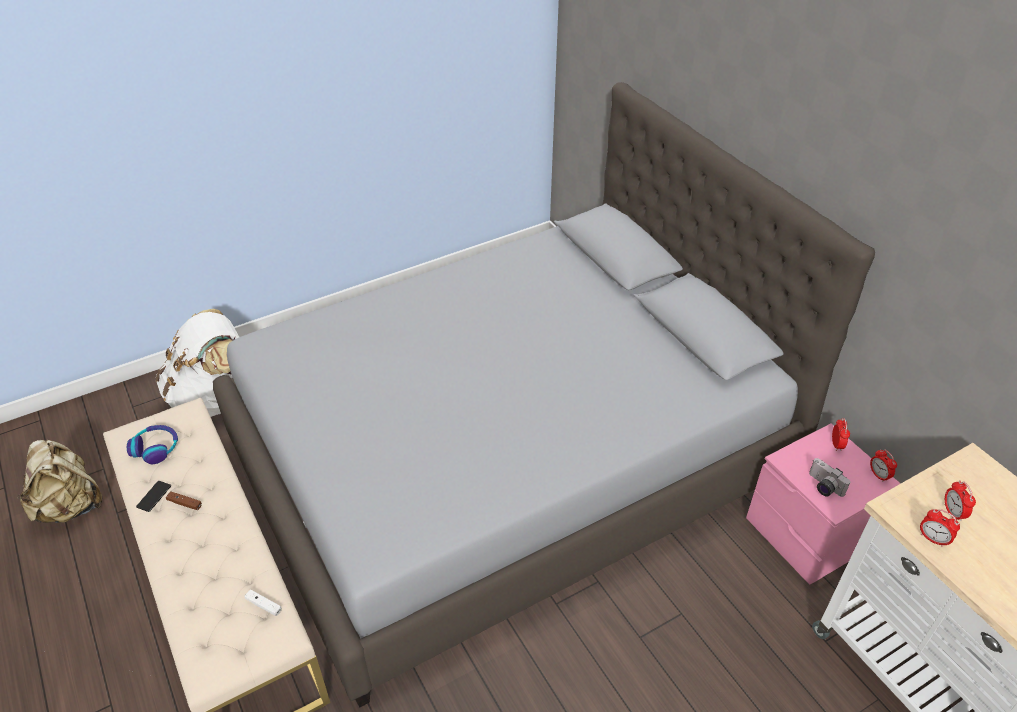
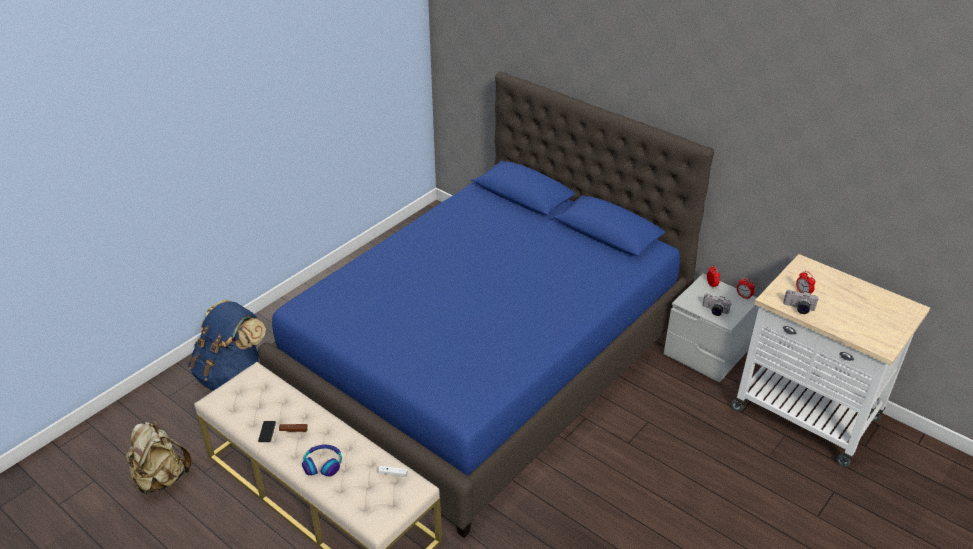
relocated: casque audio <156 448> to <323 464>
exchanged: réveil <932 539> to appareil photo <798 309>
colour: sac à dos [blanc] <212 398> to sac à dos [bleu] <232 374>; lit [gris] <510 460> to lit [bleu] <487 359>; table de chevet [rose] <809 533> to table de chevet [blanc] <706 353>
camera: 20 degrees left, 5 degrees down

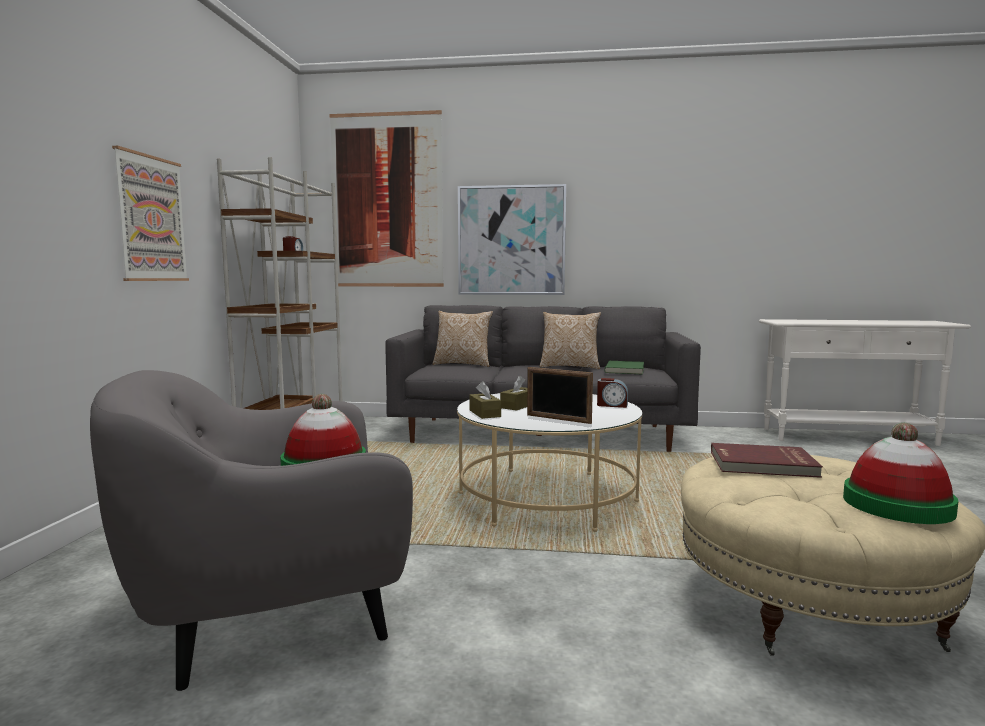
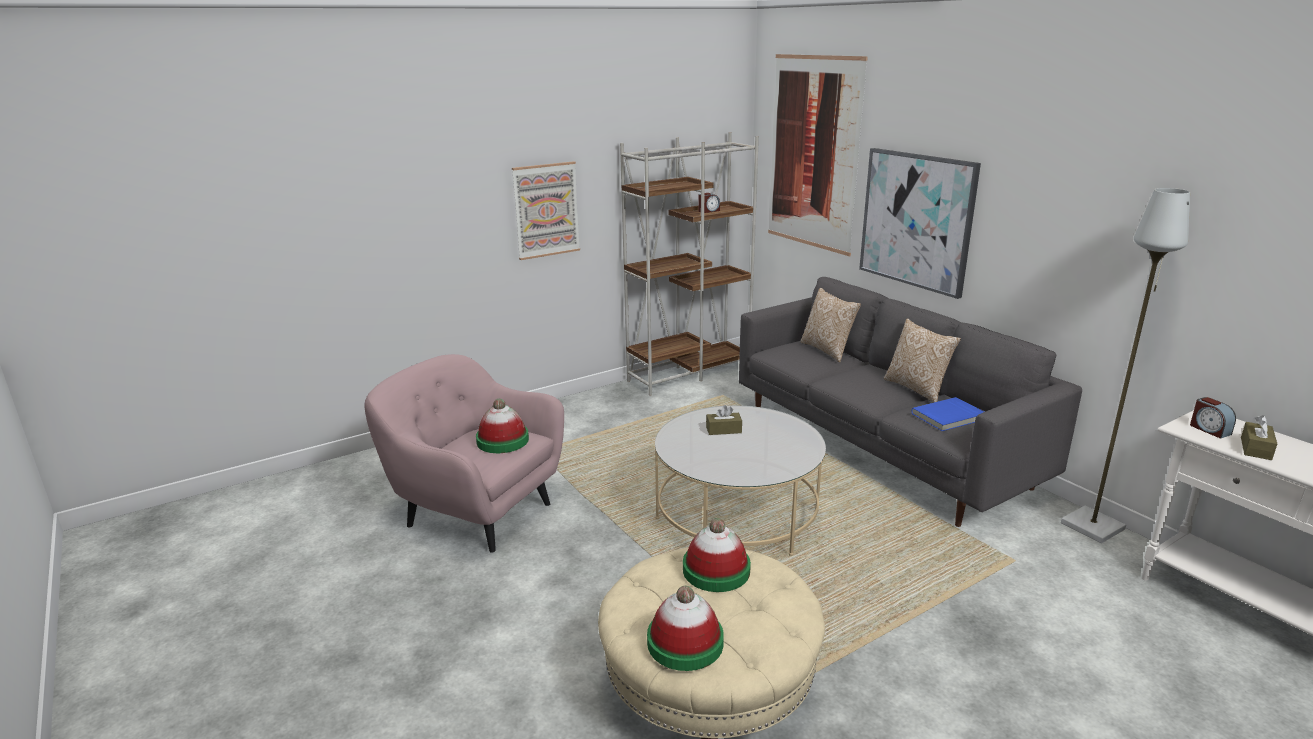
missing: cadre photo <558 419>
appeared: lampadaire [gris] <1093 526>
relocated: boîte à mouchoirs [marron] <484 413> to <1256 448>; réveil <612 405> to <1209 429>
exchanged: livre [rouge] <763 464> to chapeau <716 570>
colour: fauteuil [gris] <271 617> to fauteuil [rose] <475 512>; livre [vert] <626 370> to livre [bleu] <949 417>
camera: 50 degrees right, 15 degrees up

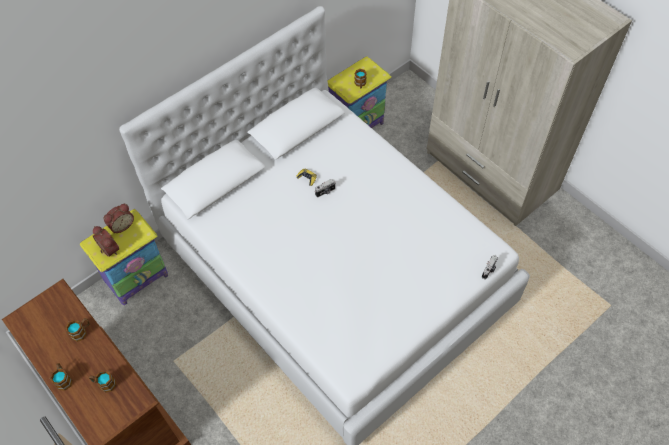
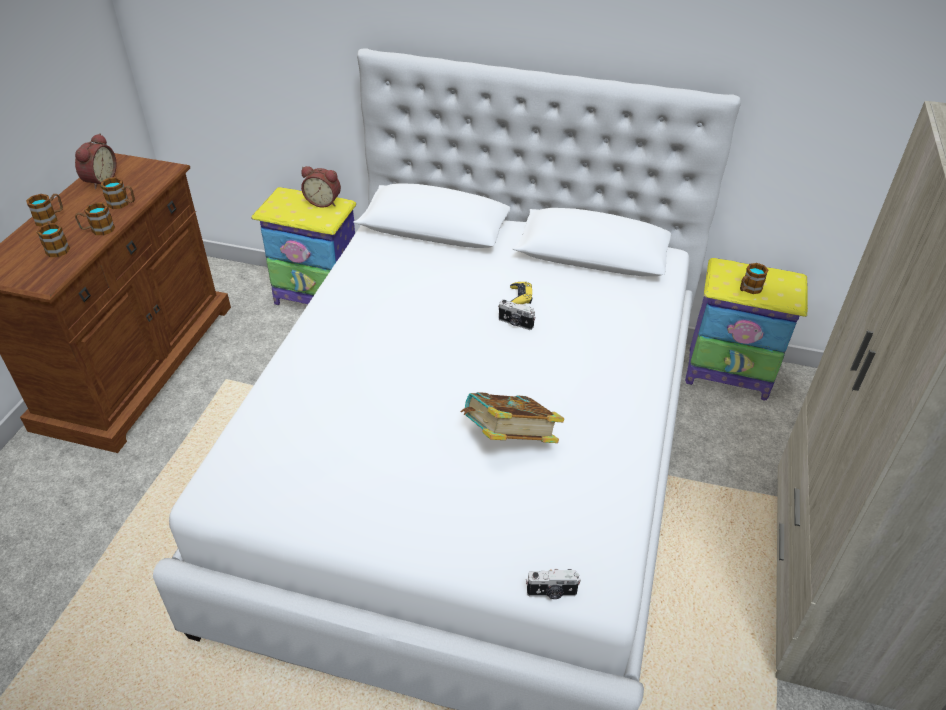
appeared: mug <98 230>; livre <509 440>
relocated: réveil <108 250> to <99 180>
camera: 55 degrees right, 15 degrees down

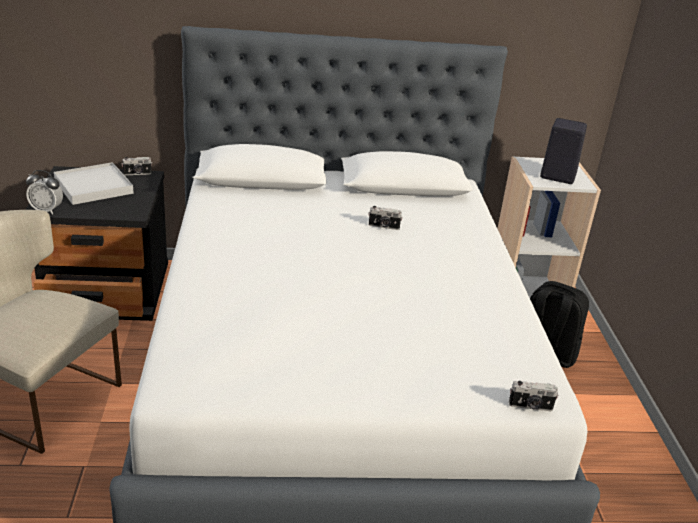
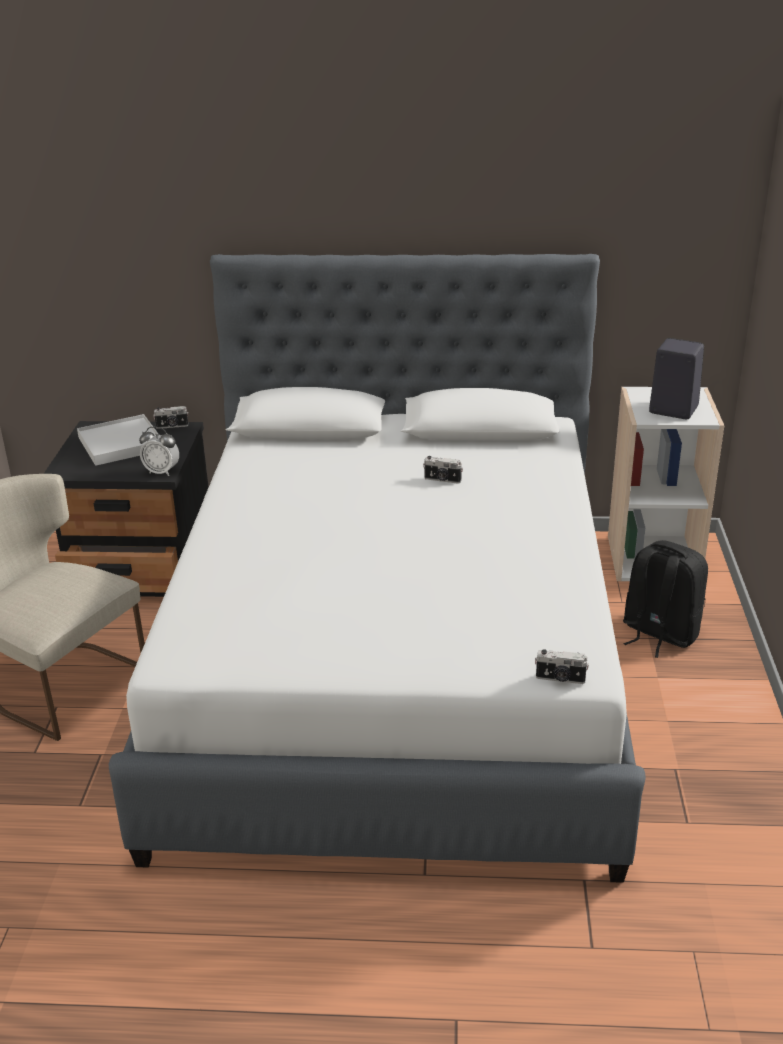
relocated: réveil <46 210> to <162 472>
camera: 10 degrees right, 0 degrees up

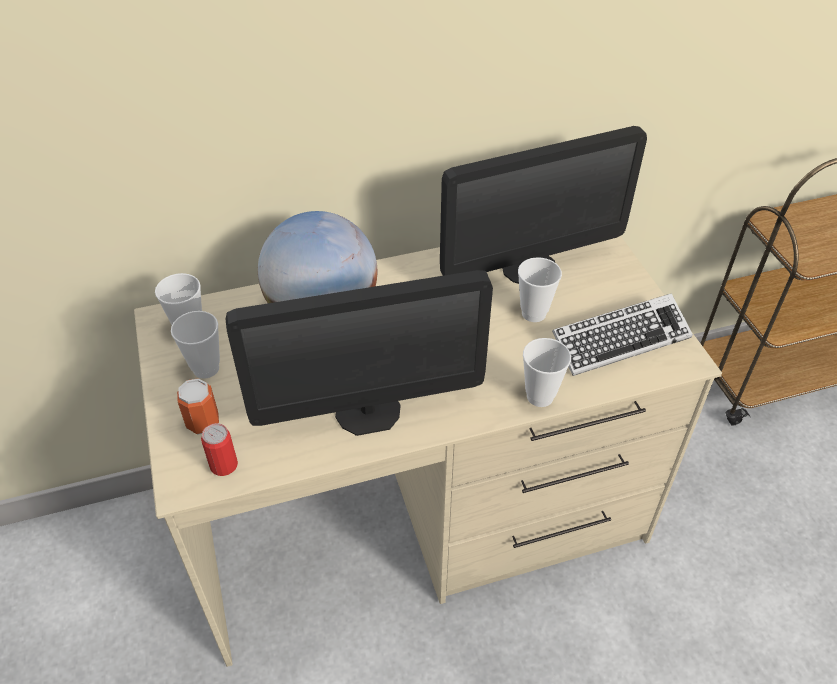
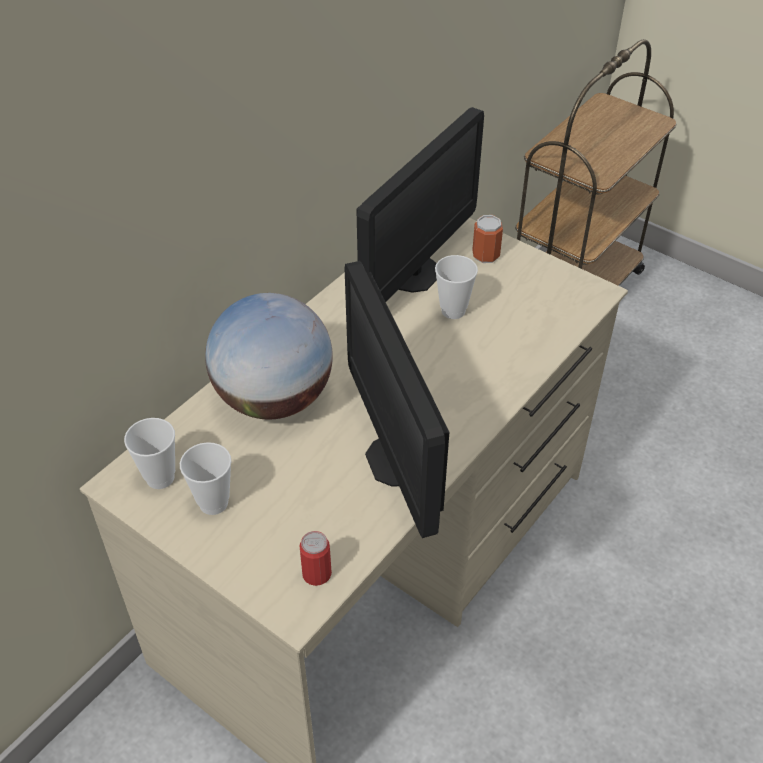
missing: tasse <540 396>; clavier <620 340>
relocated: boîte métallique <203 422> to <485 255>
spun: écran d'ordinateur <368 411> = <396 460> 120 degrees clockwise
camera: 35 degrees left, 0 degrees up

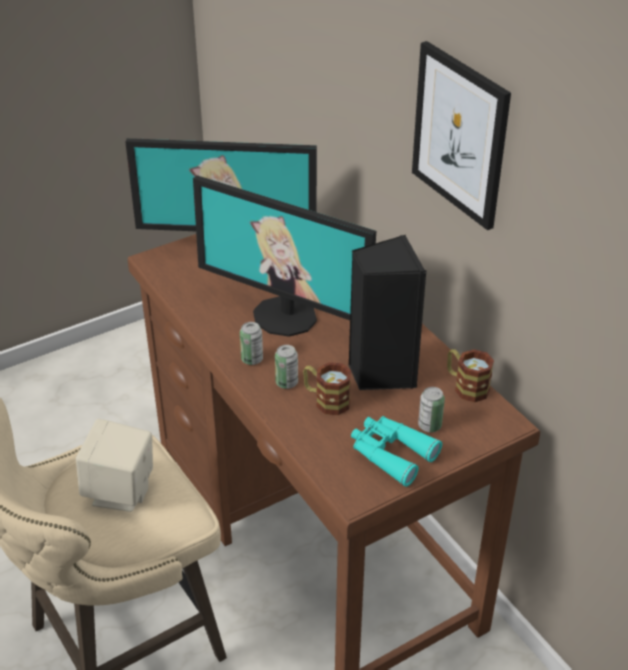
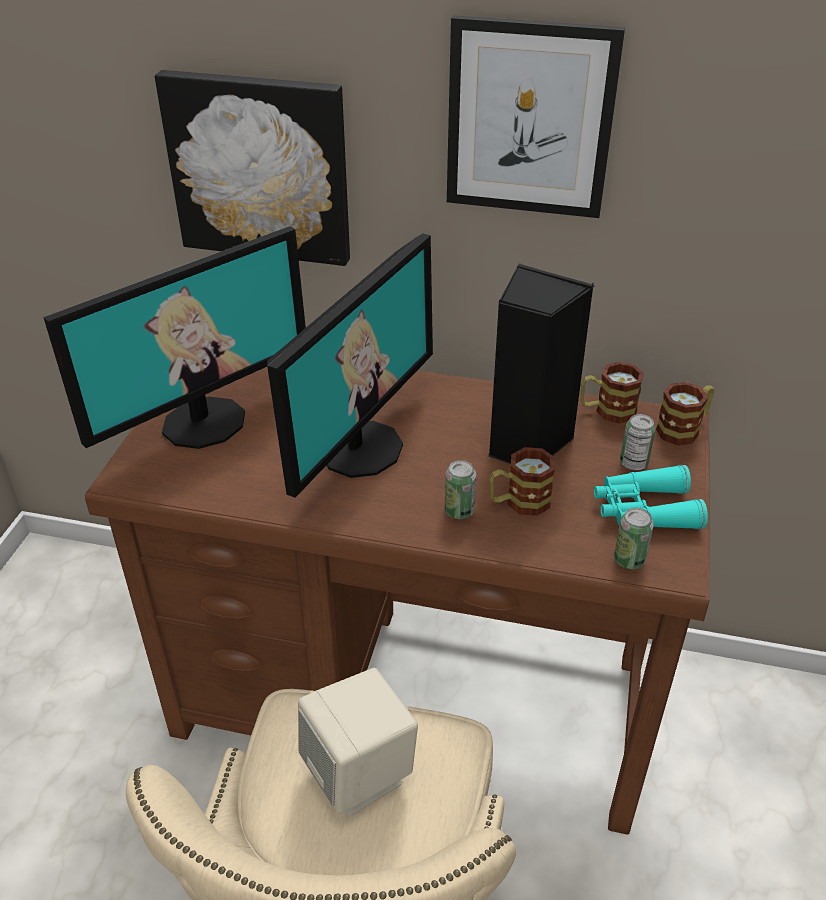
appeared: tableau <260 167>; mug <684 428>
relocated: boîte métallique <252 359> to <629 560>
spun: écran d'ordinateur <286 316> = <360 448> 45 degrees counterclockwise
camera: 45 degrees left, 0 degrees up

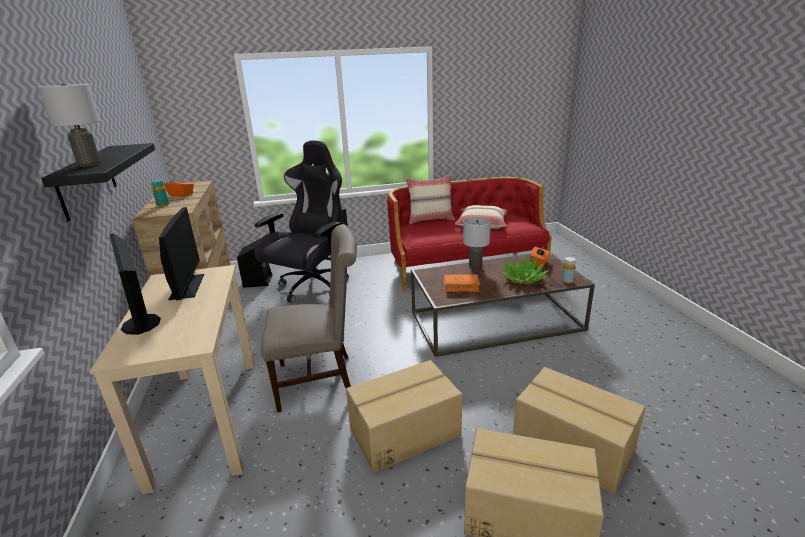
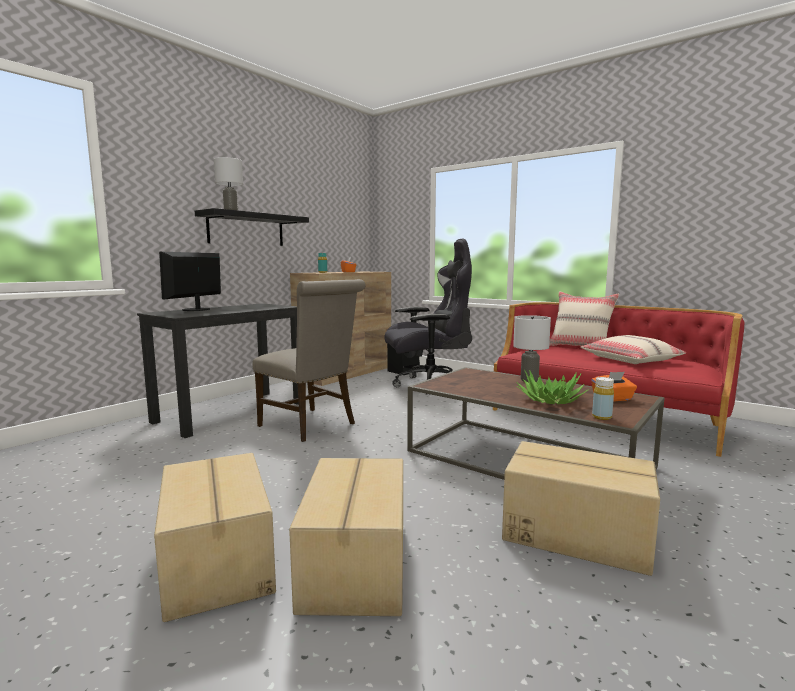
missing: écran d'ordinateur <187 286>; livre [orange] <461 287>
relocated: carton <404 432> to <575 533>
colour: bureau [beige] <208 417> to bureau [noir] <231 412>
camera: 50 degrees right, 15 degrees down

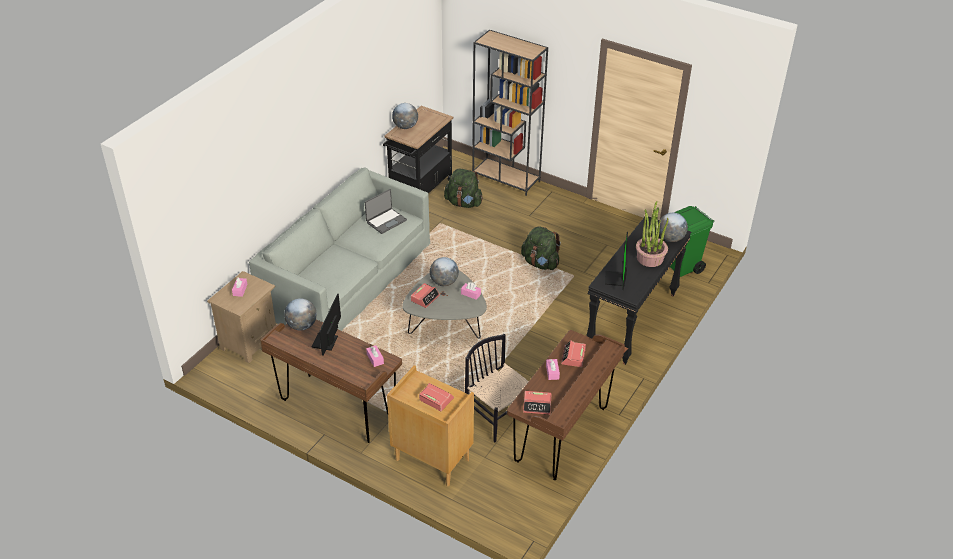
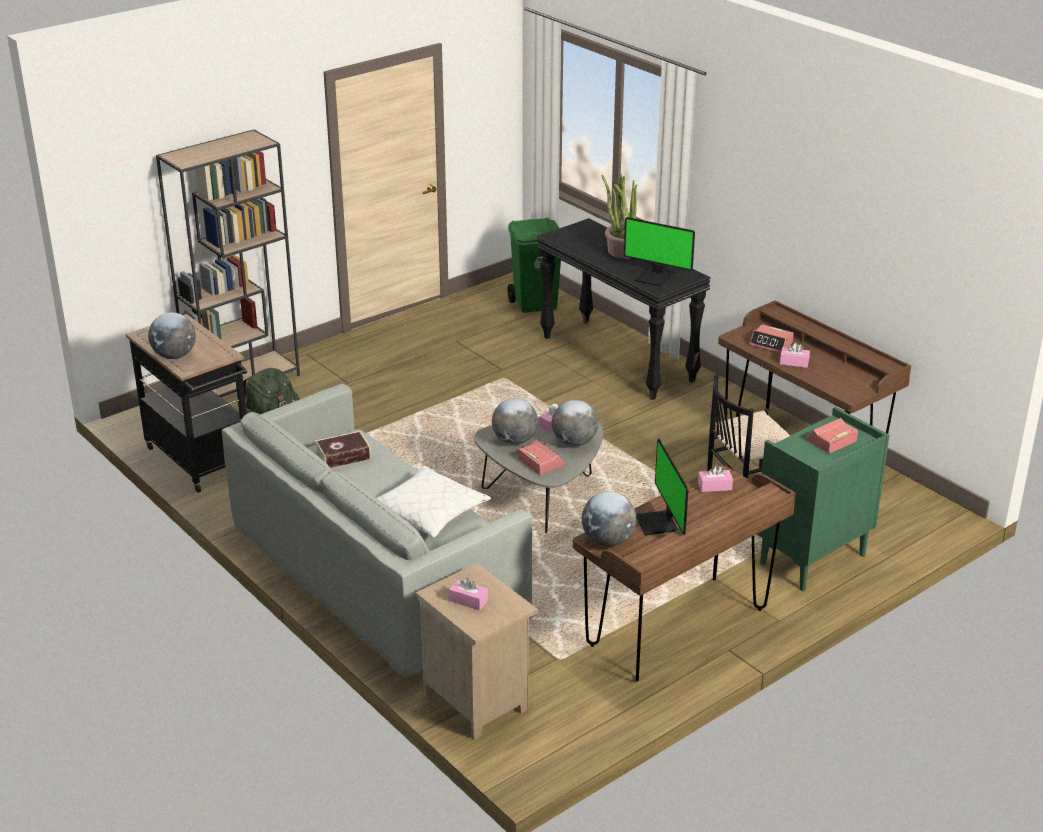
missing: sac à dos [vert] <540 263>; réveil <537 405>
appeared: coussin [blanc] <429 511>
relocated: globe <670 238> to <574 442>
exchanged: ordinateur portable <386 221> to livre <343 456>
colour: meuble de rangement [marron] <431 459> to meuble de rangement [vert] <812 560>
spun: écran d'ordinateur <326 342> = <658 523> 45 degrees clockwise
camera: 70 degrees left, 10 degrees down

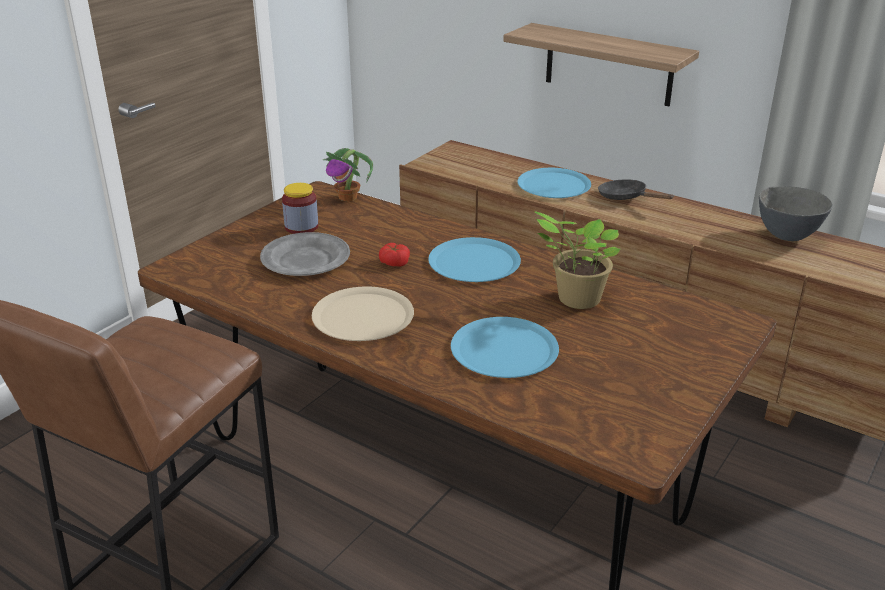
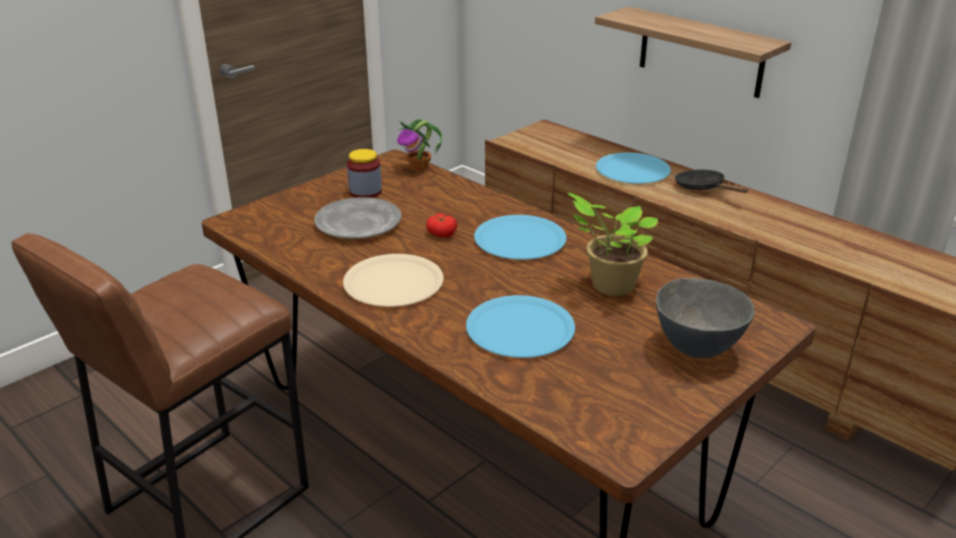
relocated: bol [gris] <787 236> to <696 349>
camera: 10 degrees right, 0 degrees up

